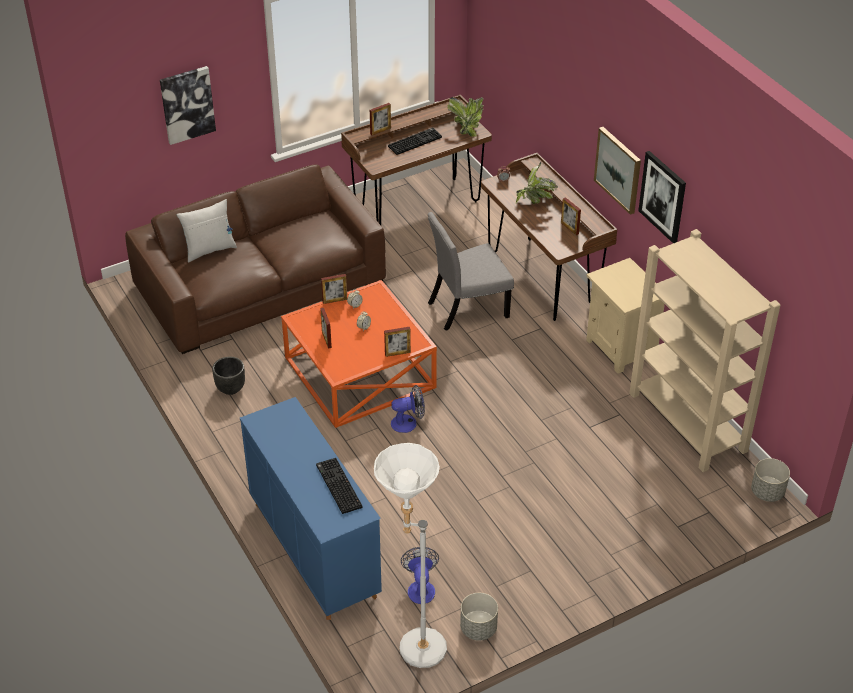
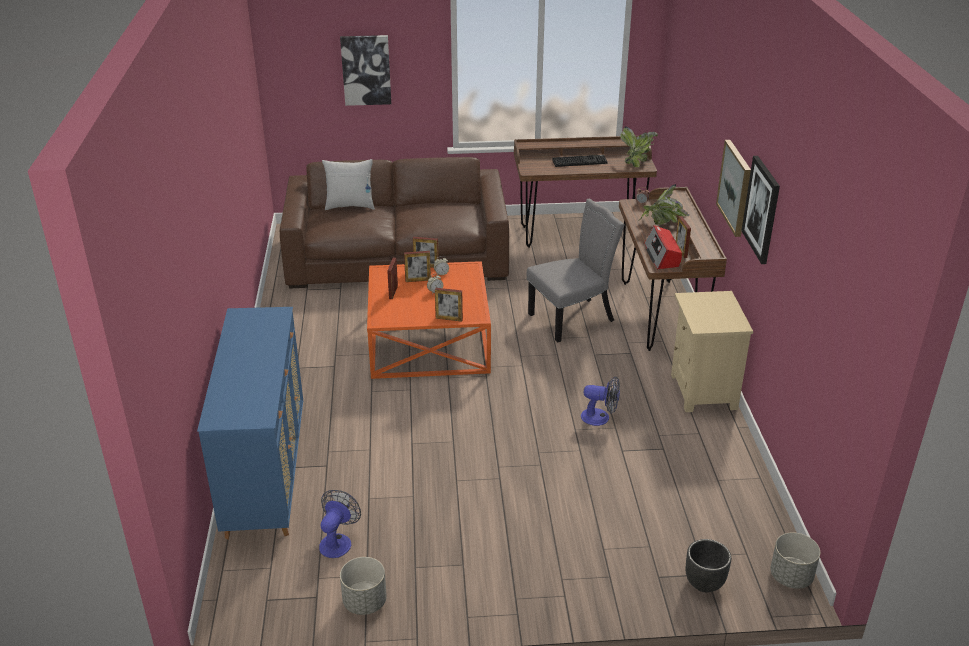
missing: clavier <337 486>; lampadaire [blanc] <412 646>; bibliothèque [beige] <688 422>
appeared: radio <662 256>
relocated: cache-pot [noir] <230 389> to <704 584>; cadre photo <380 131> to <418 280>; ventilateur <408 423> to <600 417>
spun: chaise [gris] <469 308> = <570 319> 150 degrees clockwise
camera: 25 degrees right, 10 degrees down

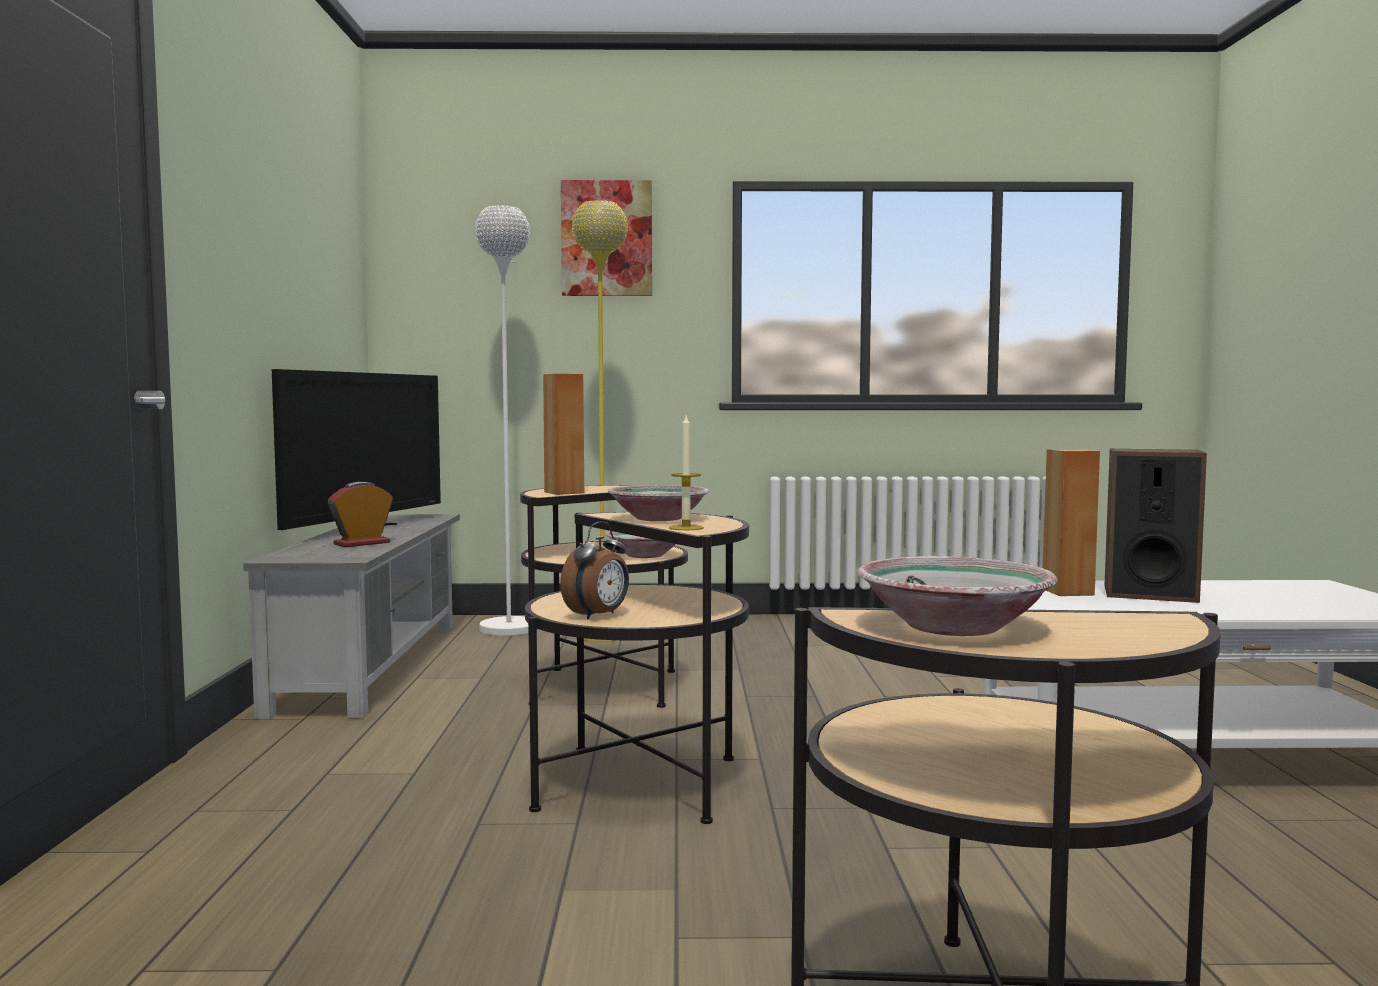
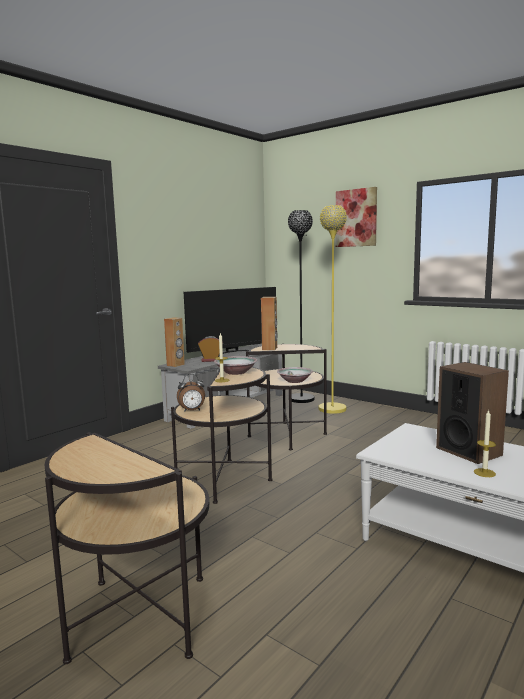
missing: bol <955 627>
appeared: bougie <484 473>
relocated: enceinte [marron] <1068 592> to <175 365>
colour: lampadaire [blanc] <509 628> to lampadaire [noir] <301 399>
camera: 40 degrees right, 5 degrees up

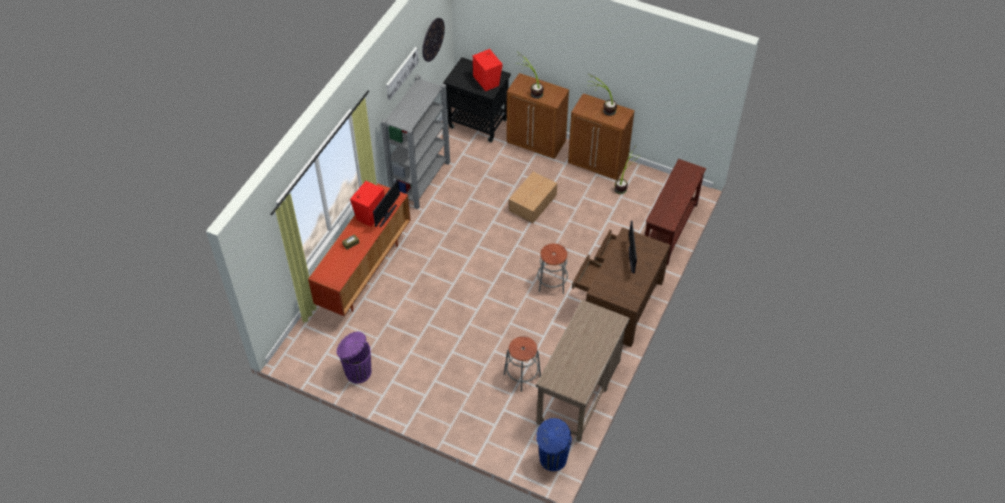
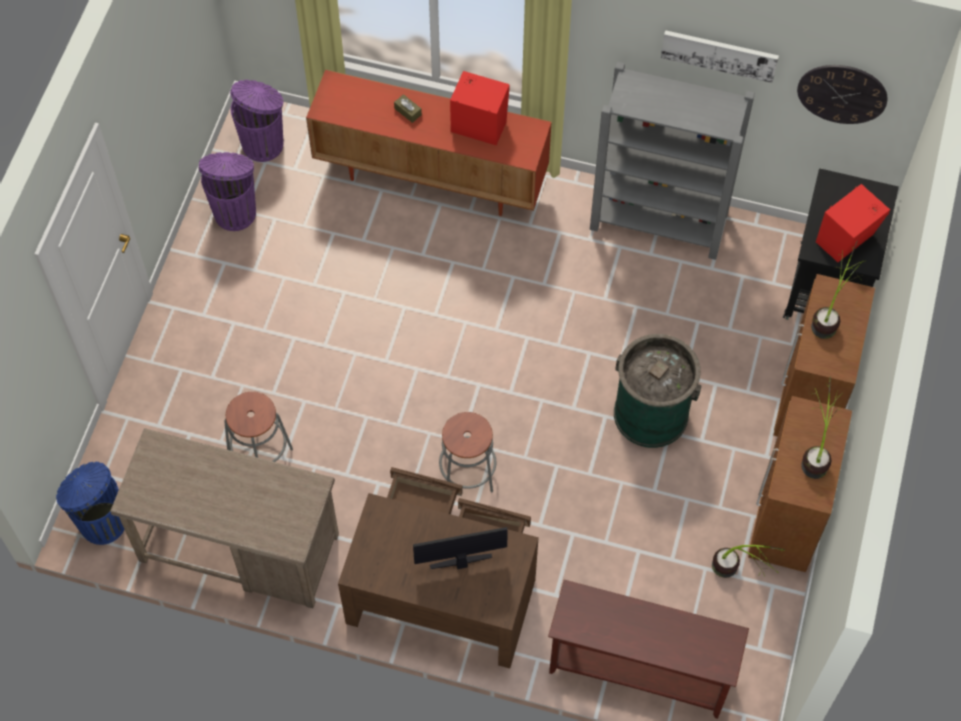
missing: écran d'ordinateur <387 215>
appeared: poubelle [violet] <264 143>
exchanged: carton <533 202> to poubelle [vert] <651 414>
camera: 80 degrees right, 10 degrees up

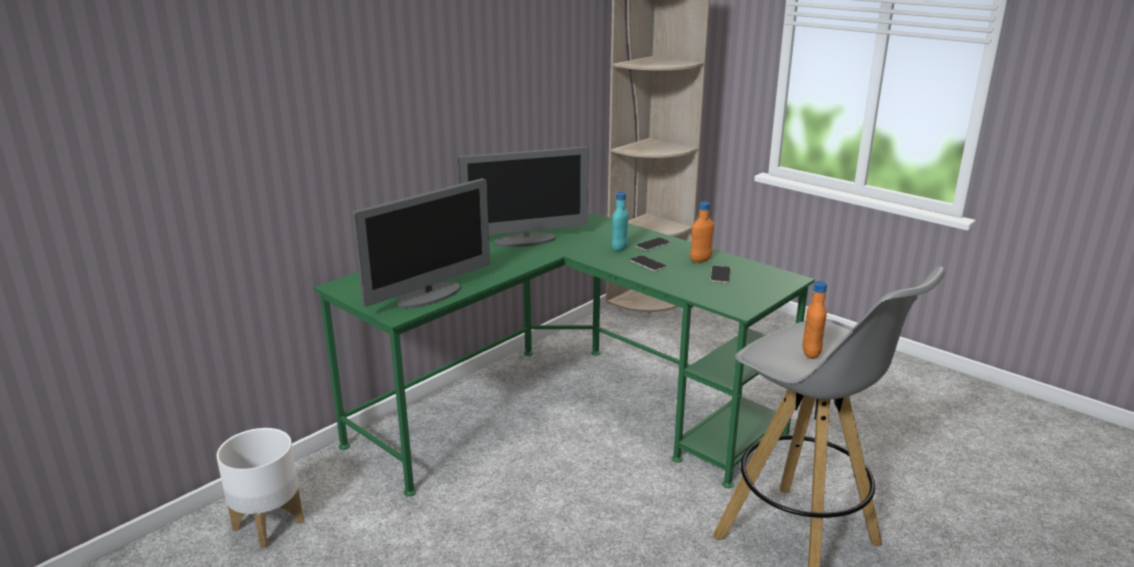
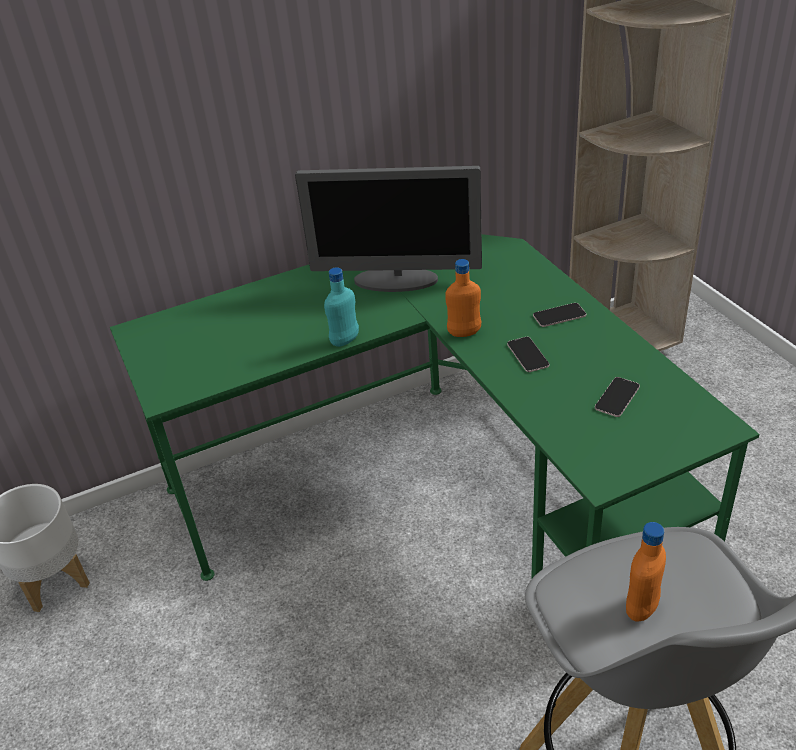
missing: écran d'ordinateur <430 296>
relocated: bouteille [turquoise] <619 248> to <345 340>; bouteille [orange] <700 260> to <464 333>
camera: 25 degrees right, 15 degrees up

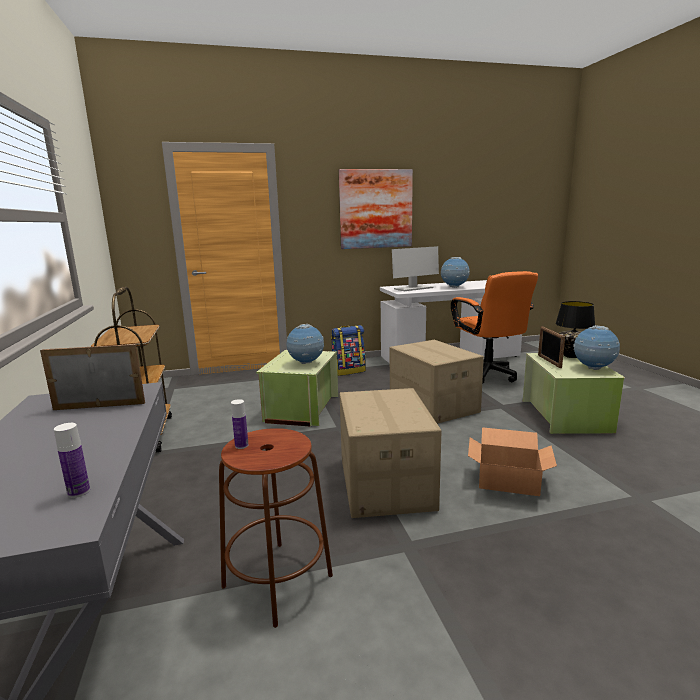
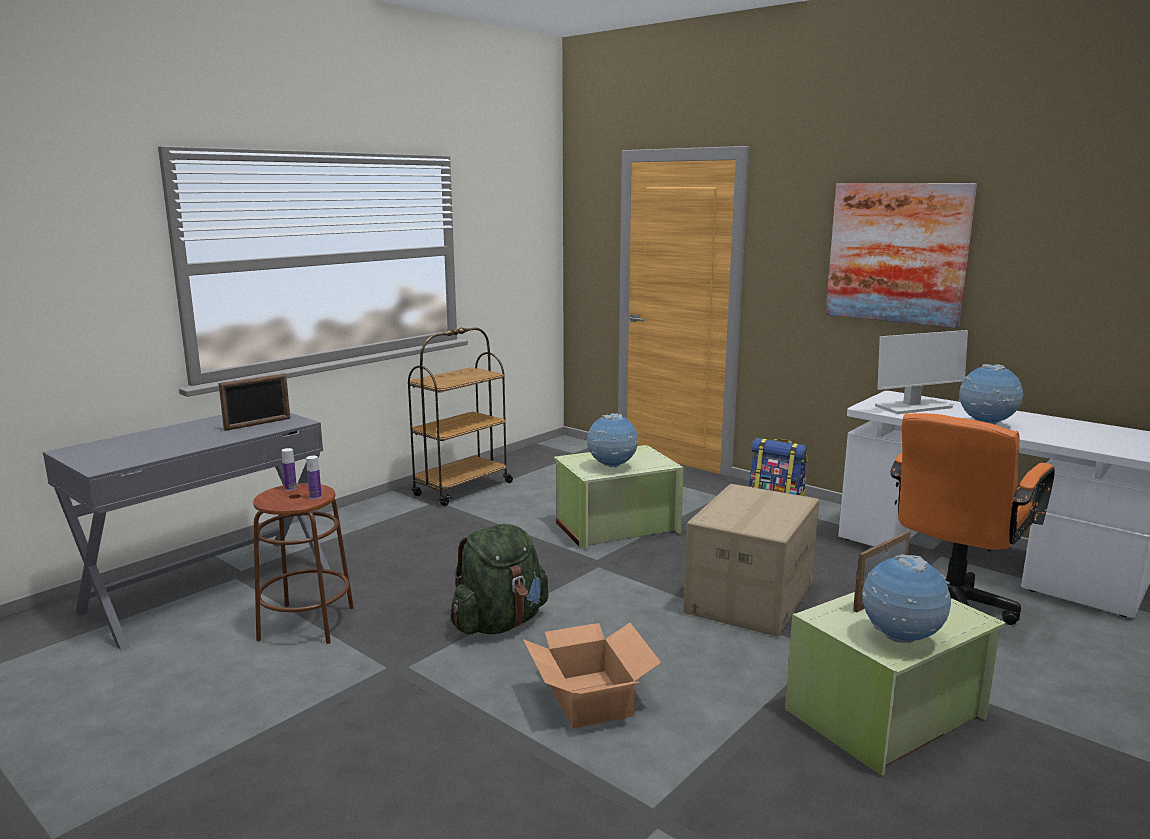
missing: lampe de table [noir] <572 356>
relocated: bouteille <79 492> to <315 497>
exchanged: carton <384 483> to sac à dos [vert] <500 623>
spun: cadre photo <100 406> = <258 424> 90 degrees clockwise; écran d'ordinateur <413 288> = <913 407> 45 degrees counterclockwise
camera: 55 degrees right, 0 degrees up

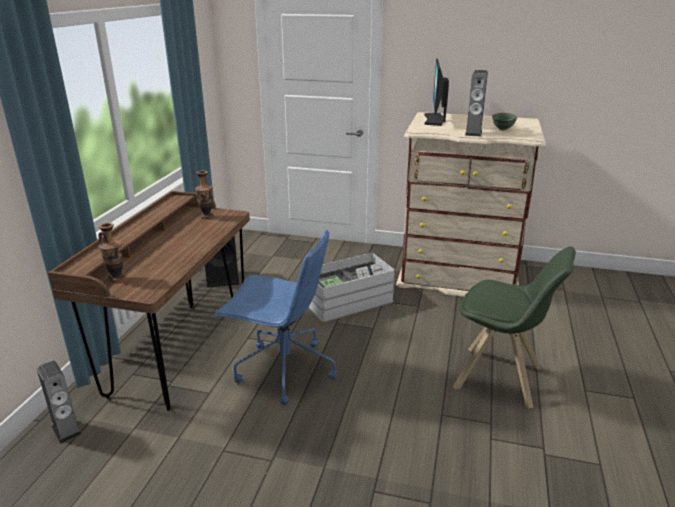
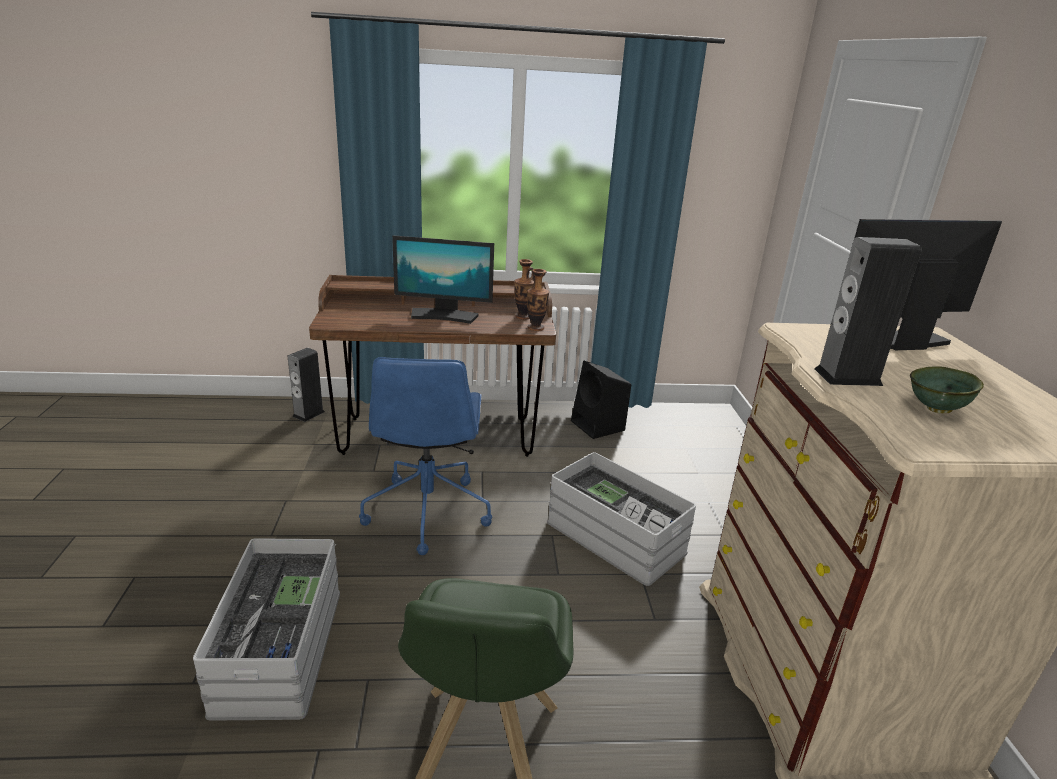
appeared: boîte de rangement [gris] <281 648>; écran d'ordinateur <444 315>
relocated: vase <116 278> to <535 328>
camera: 70 degrees right, 0 degrees up

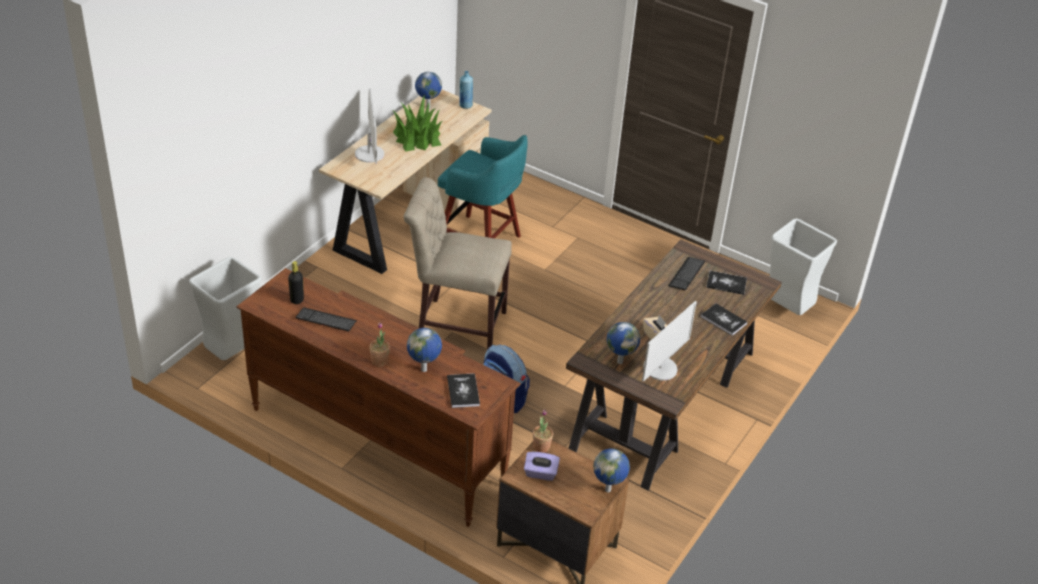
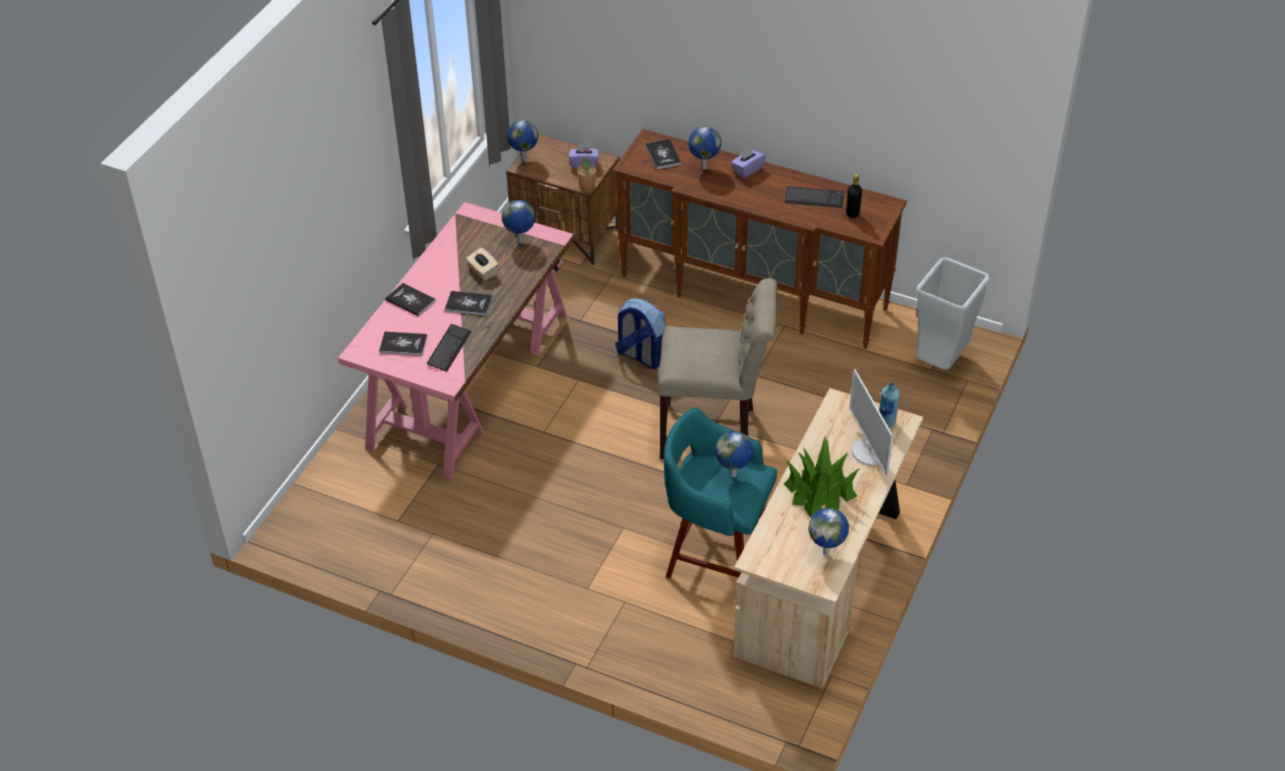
missing: écran d'ordinateur <660 368>; poubelle [gris] <786 310>
appeared: livre <468 304>; globe <734 475>
relocated: bouteille [bleu] <465 105> to <886 422>
exchanged: plante en pot <379 361> to boîte à mouchoirs [violet] <747 170>
colour: bureau [marron] <665 401> to bureau [rose] <468 379>
camera: 175 degrees right, 5 degrees up

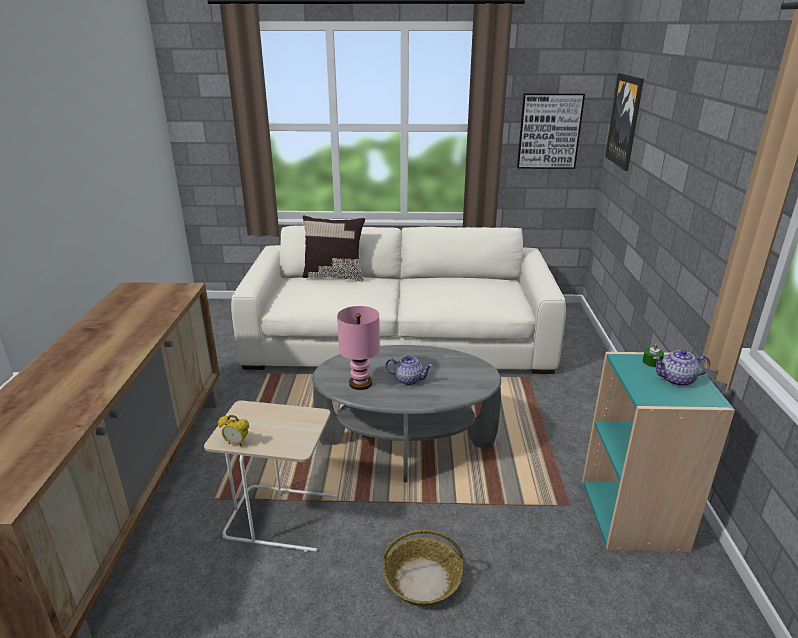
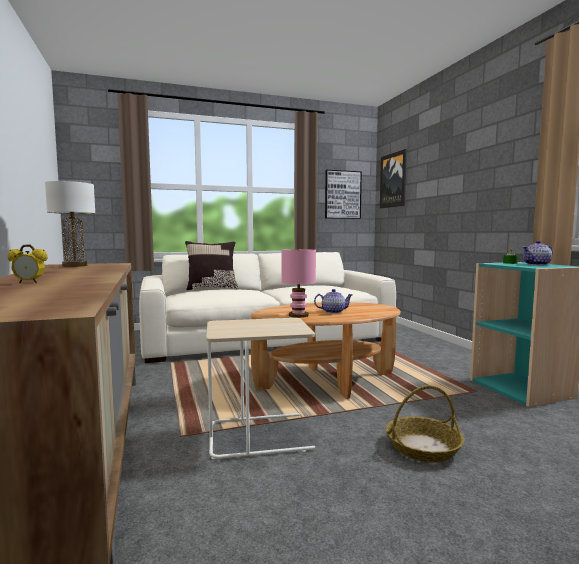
appeared: lampe de table <75 265>
relocated: réveil <236 443> to <29 283>
colour: table basse [gris] <406 446> to table basse [marron] <326 382>
camera: 20 degrees left, 20 degrees down

